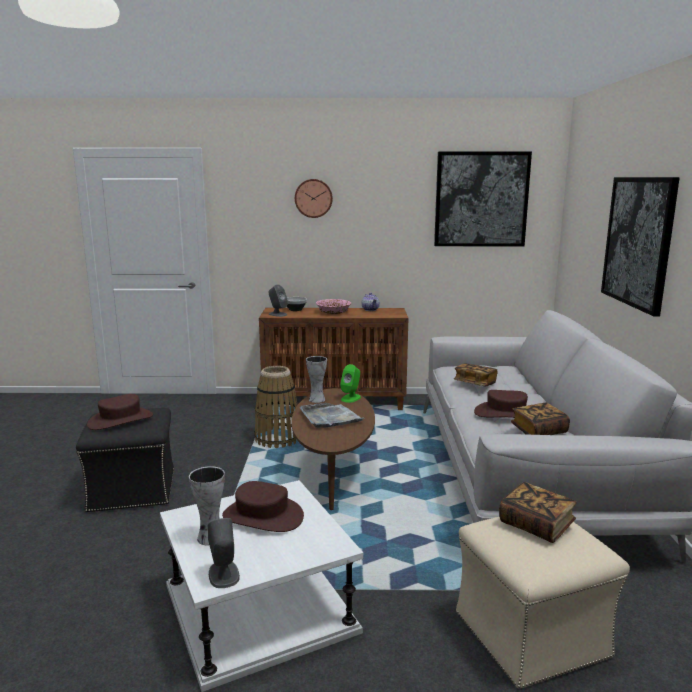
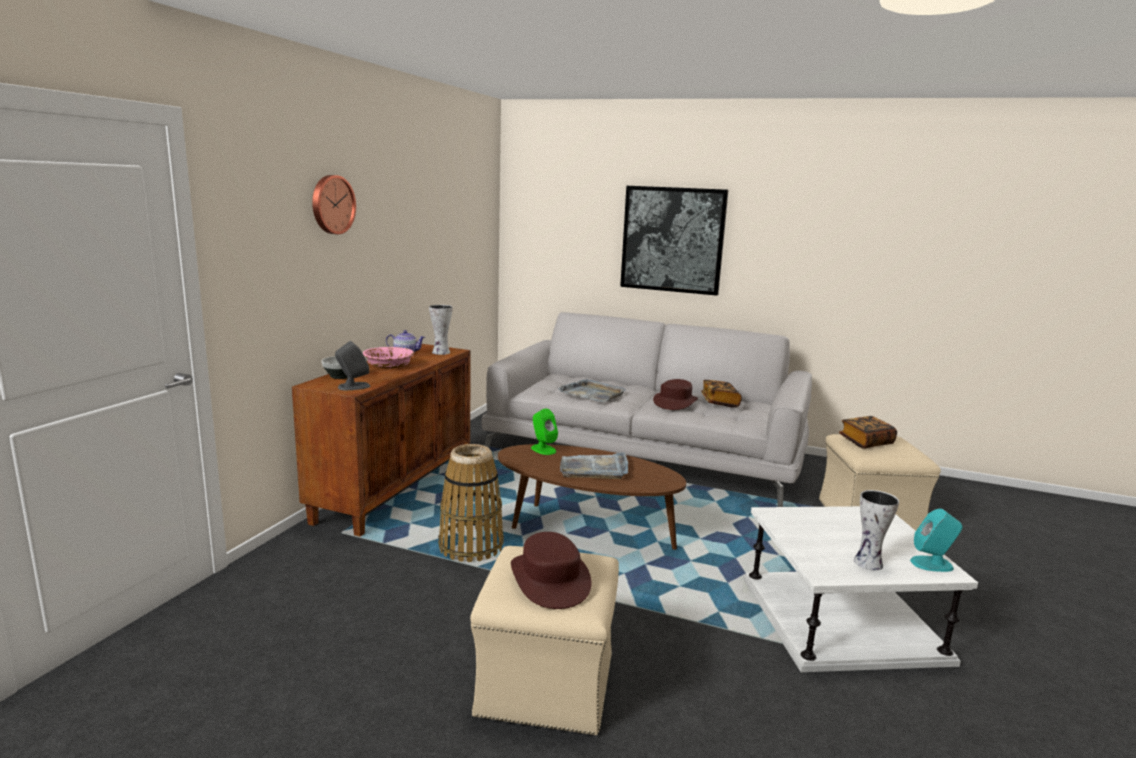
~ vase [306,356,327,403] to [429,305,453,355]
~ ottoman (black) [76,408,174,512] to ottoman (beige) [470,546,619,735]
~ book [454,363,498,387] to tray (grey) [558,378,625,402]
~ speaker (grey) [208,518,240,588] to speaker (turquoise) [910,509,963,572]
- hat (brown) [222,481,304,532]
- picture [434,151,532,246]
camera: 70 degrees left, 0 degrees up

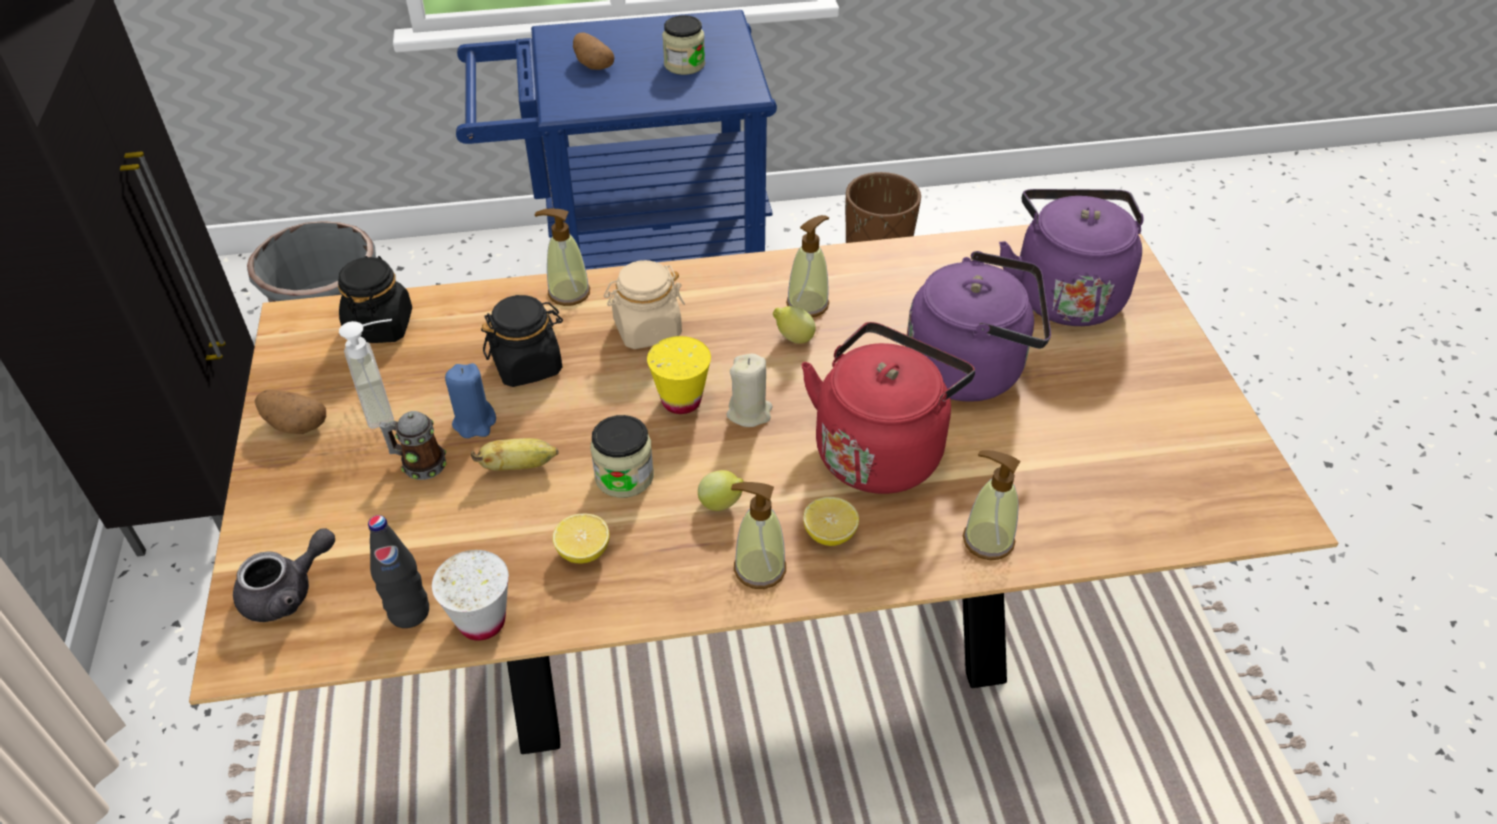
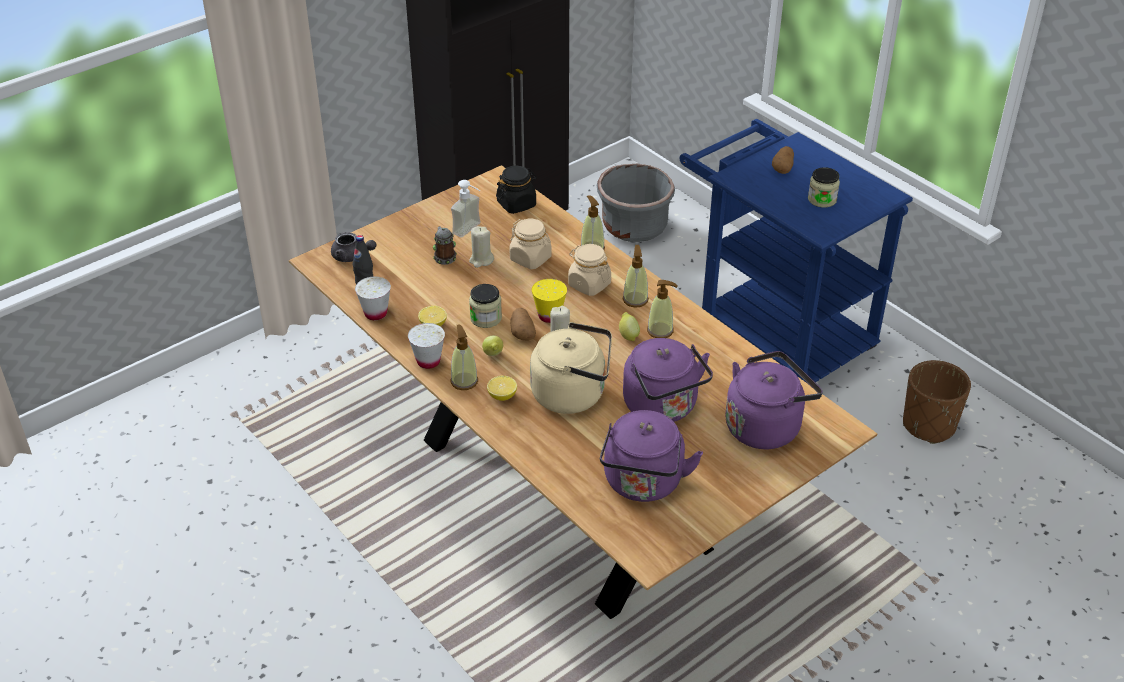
+ cup (white) [408,323,445,369]
~ candle (blue) [445,363,496,438] to candle (beige) [469,226,494,268]
~ jar (black) [481,295,563,387] to jar (beige) [509,219,552,269]
~ potato [255,389,326,434] to [510,308,536,341]
~ kettle (red) [801,322,975,494] to kettle (beige) [530,322,612,414]
+ kettle (purple) [600,410,703,502]
~ soap dispenser [963,450,1020,560] to [622,245,649,308]
- banana [471,438,559,471]
camera: 60 degrees right, 5 degrees down

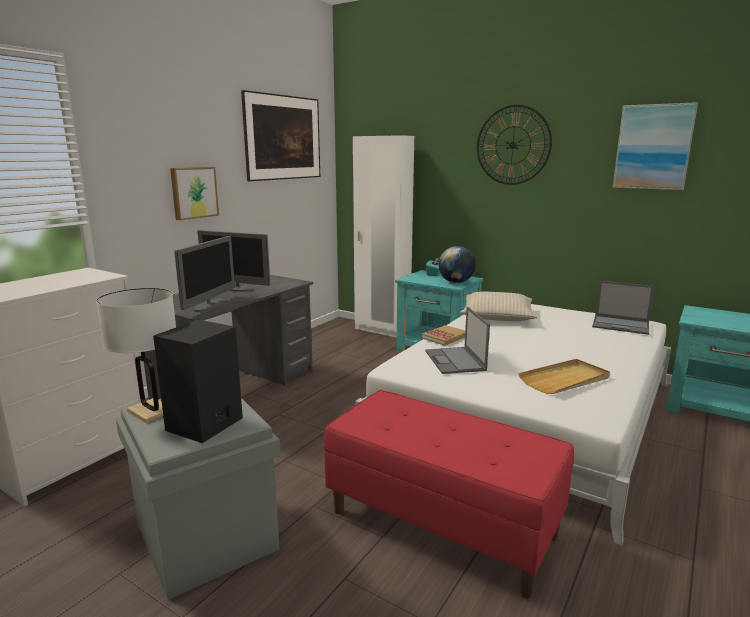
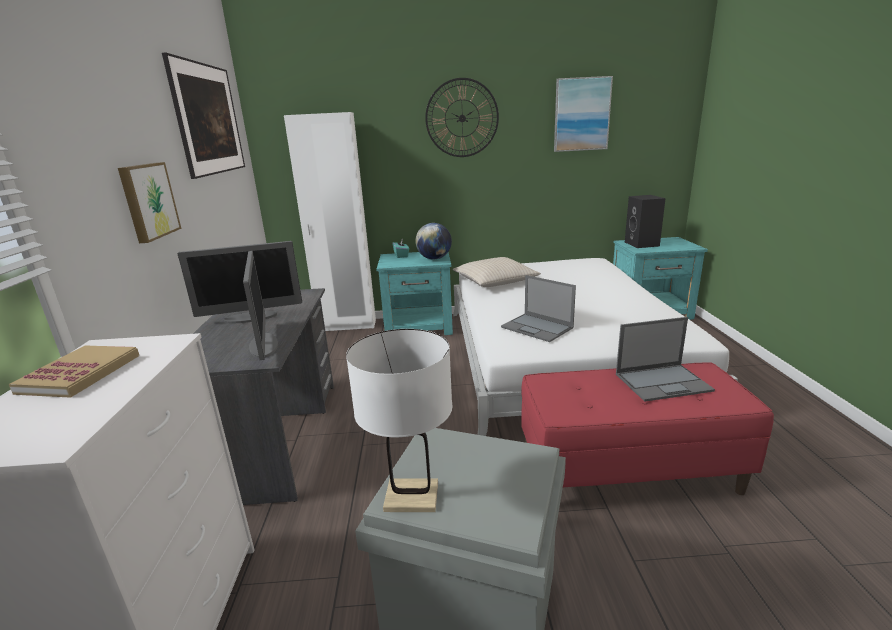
~ book [422,325,465,346] to [9,345,139,398]
~ laptop [592,281,655,335] to [616,317,715,402]
~ speaker (black) [153,319,243,443] to [625,195,666,248]
- tray (beige) [518,359,610,394]
camera: 35 degrees left, 5 degrees up

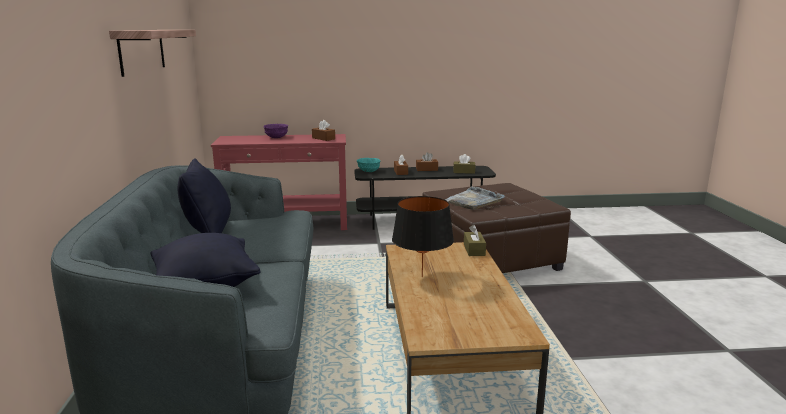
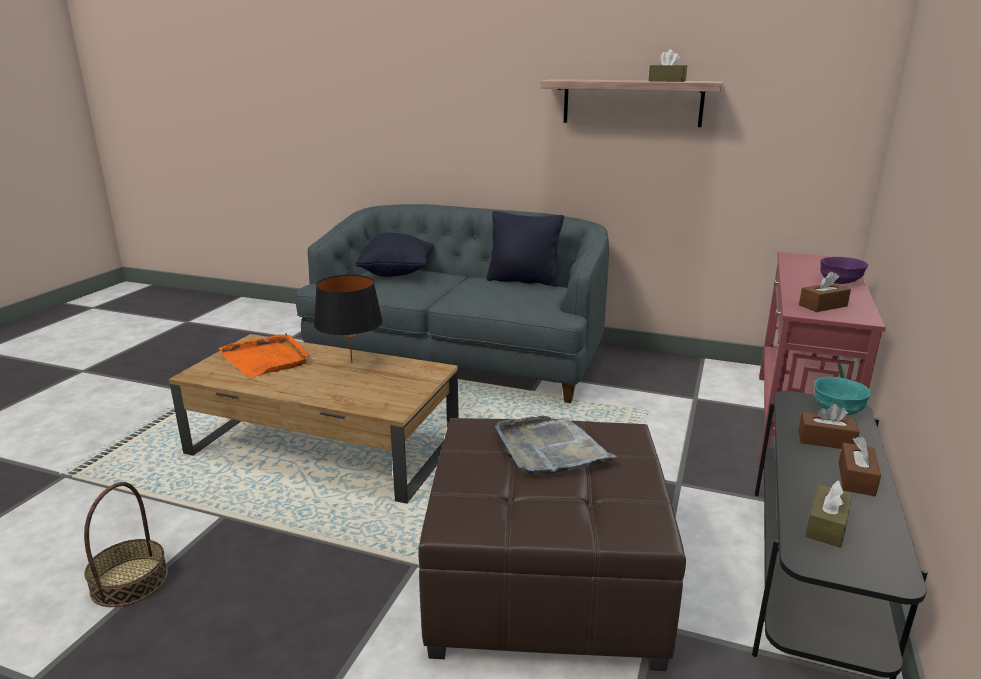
+ basket [84,482,168,607]
+ tray (orange) [219,333,310,377]
~ tissue box (brown) [464,224,486,256] to [648,49,687,82]
camera: 115 degrees right, 5 degrees up

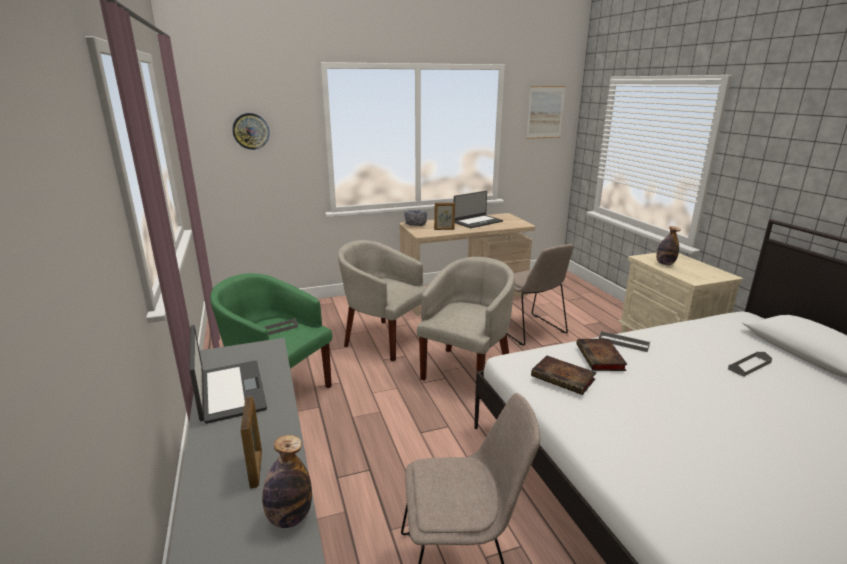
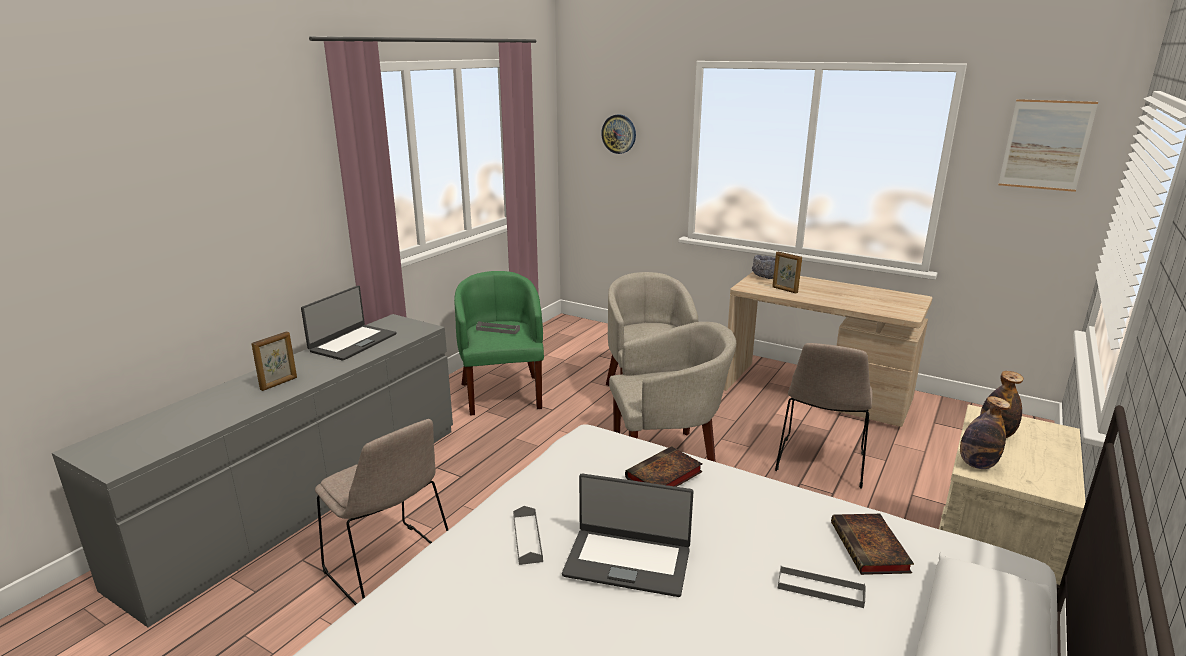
~ tray (grey) [599,331,650,352] to [513,506,543,565]
~ laptop [454,191,503,228] to [562,473,694,597]
~ book [531,356,597,395] to [831,514,914,575]
~ bottle [262,435,312,528] to [960,396,1010,469]
camera: 50 degrees right, 0 degrees up

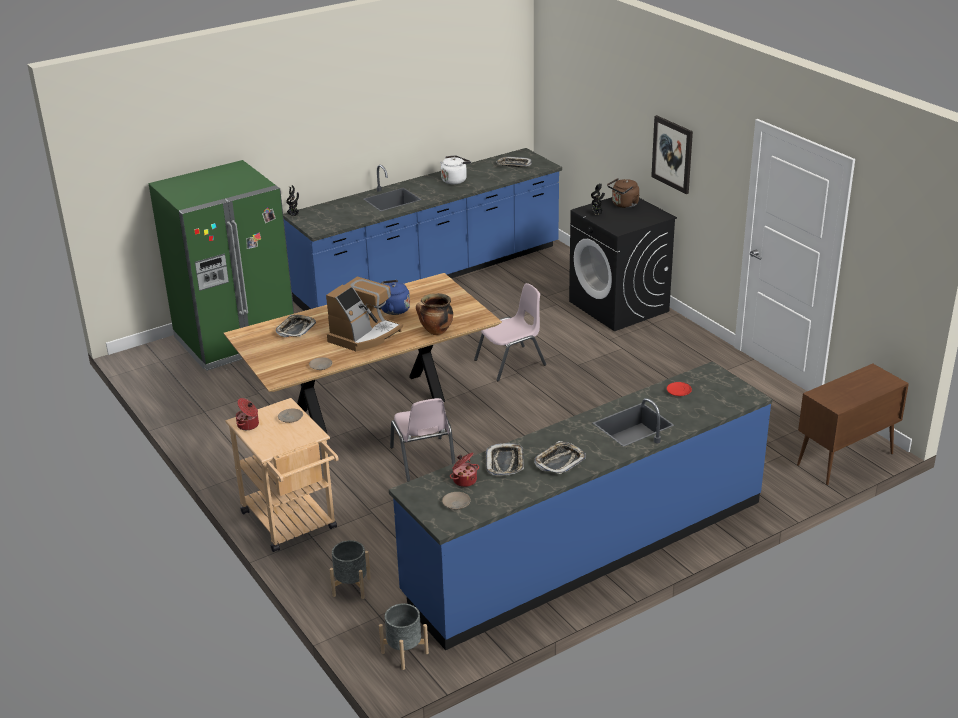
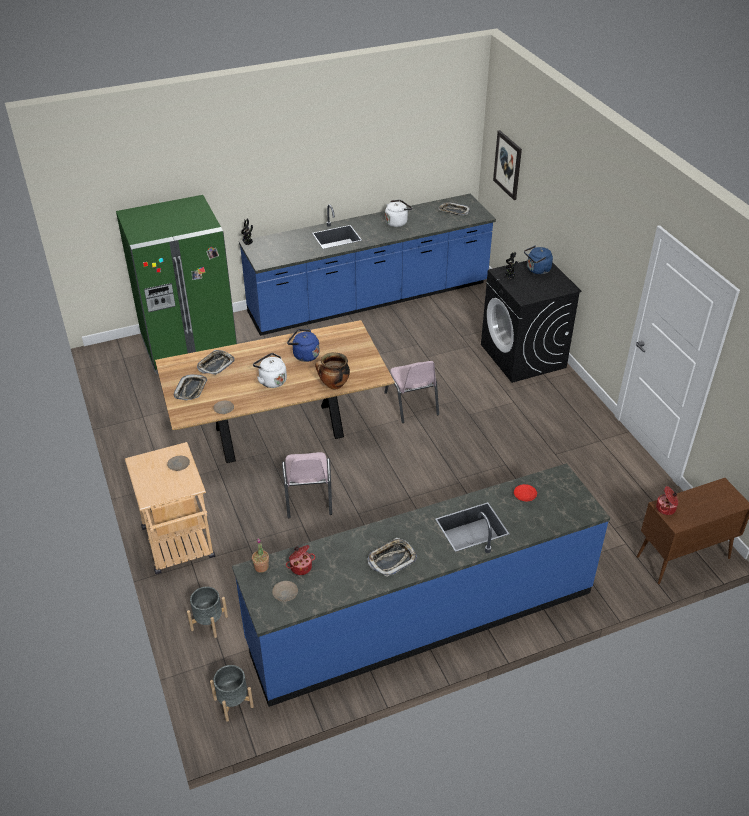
~ tray [486,443,524,475] to [174,374,207,400]
+ potted plant [252,539,269,573]
~ coffee machine [326,277,403,351] to kettle (white) [253,353,287,388]
~ chair (pink) [474,283,546,381] = [384,361,439,423] 90 degrees clockwise
~ picture [651,115,693,194] to [493,130,522,200]
~ kettle (brown) [607,178,639,208] to kettle (blue) [524,245,553,275]
~ cooking pot [236,398,259,430] to [656,486,678,515]
camera: 10 degrees right, 10 degrees up

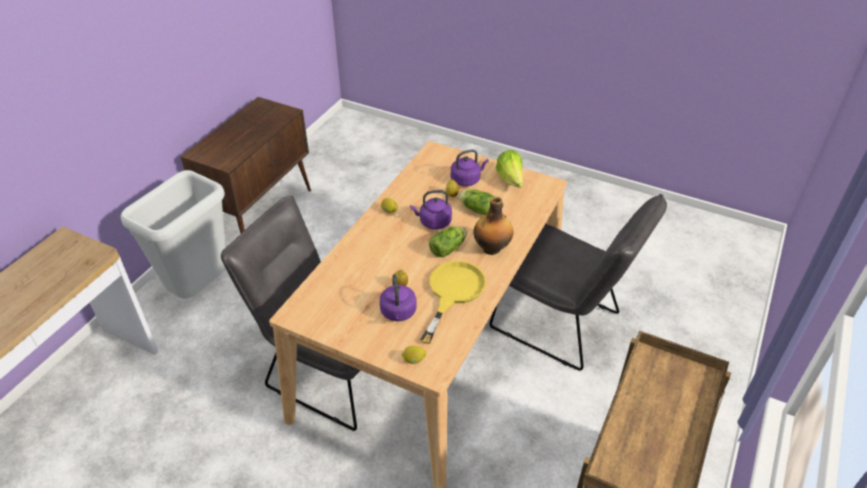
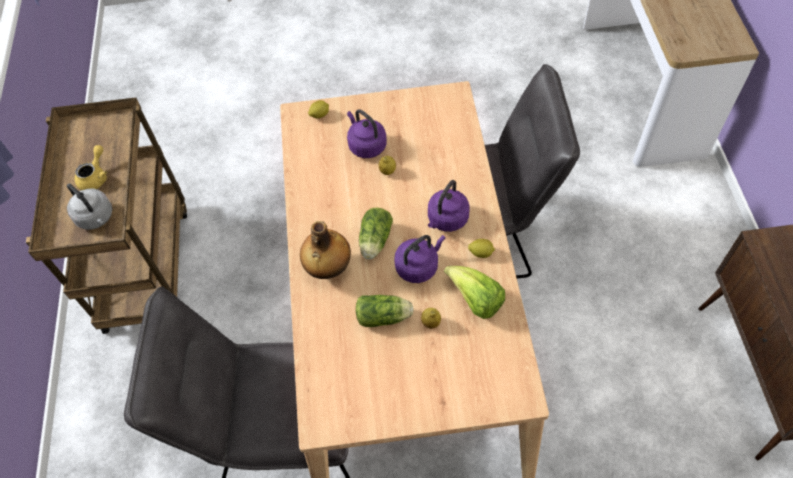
+ kettle (grey) [67,183,112,230]
+ teapot (yellow) [75,145,107,190]
~ kettle (purple) [451,149,489,186] to [428,180,470,232]
~ lettuce [496,150,523,187] to [444,266,505,319]
- trash can (grey) [120,170,226,298]
- frying pan (yellow) [420,261,486,344]
camera: 150 degrees right, 15 degrees up

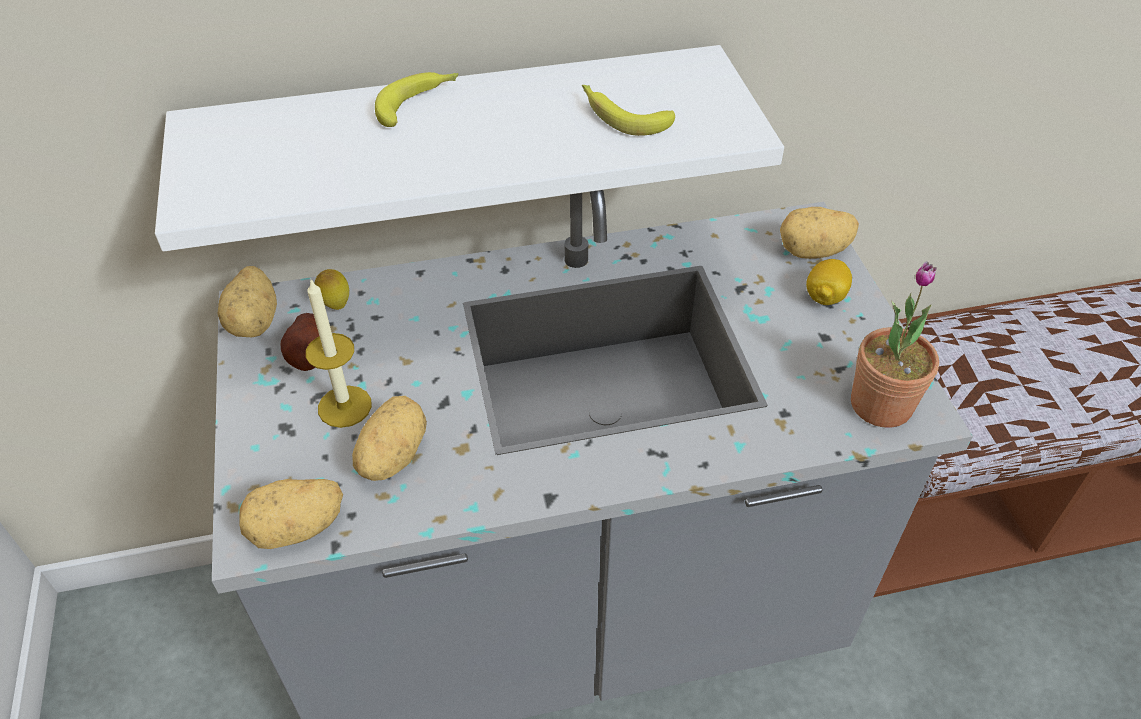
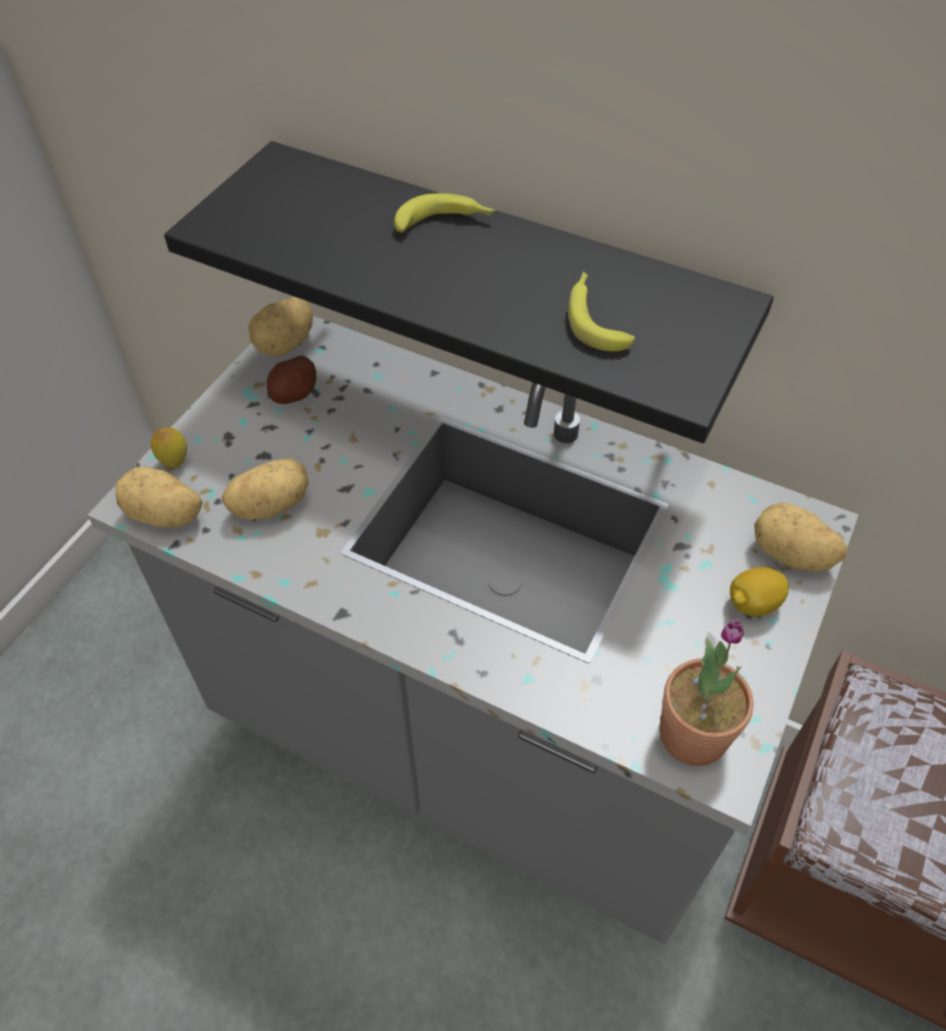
~ lemon [314,269,349,310] to [151,427,187,468]
~ shelf (white) [155,45,784,252] to shelf (black) [164,141,774,443]
- candle [306,280,372,428]
camera: 40 degrees right, 5 degrees up

